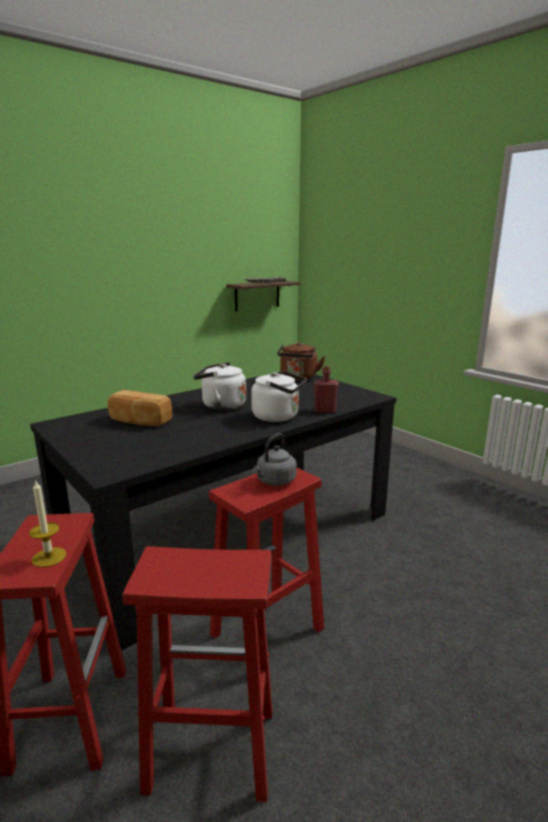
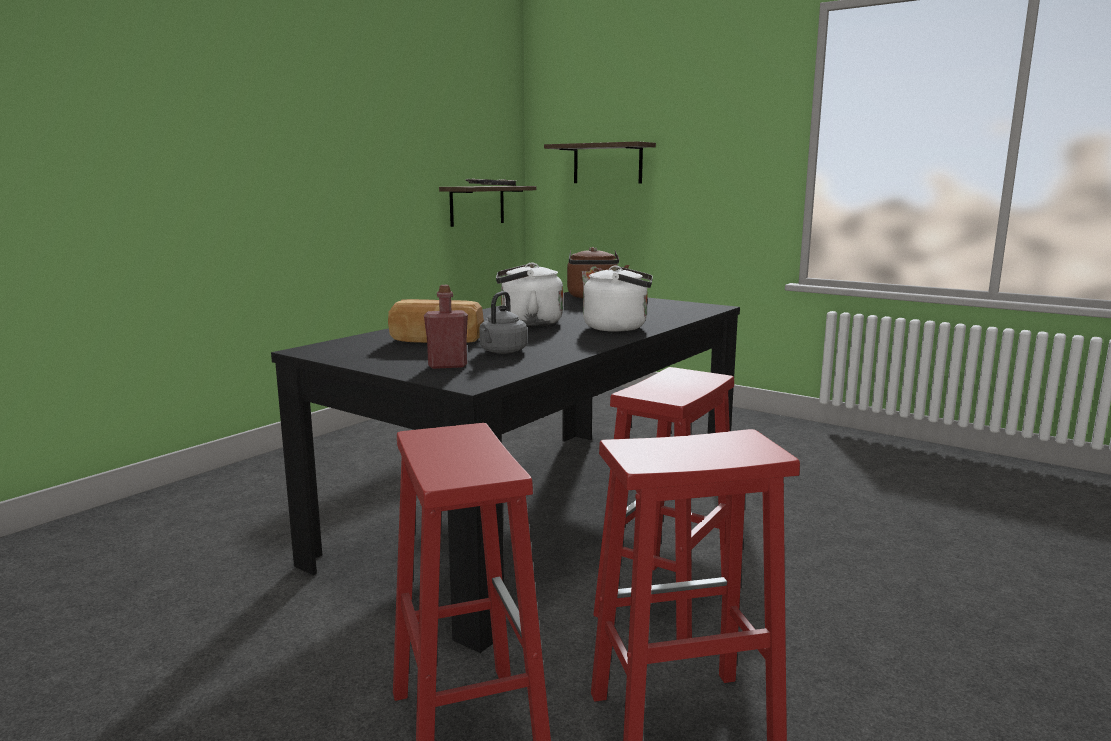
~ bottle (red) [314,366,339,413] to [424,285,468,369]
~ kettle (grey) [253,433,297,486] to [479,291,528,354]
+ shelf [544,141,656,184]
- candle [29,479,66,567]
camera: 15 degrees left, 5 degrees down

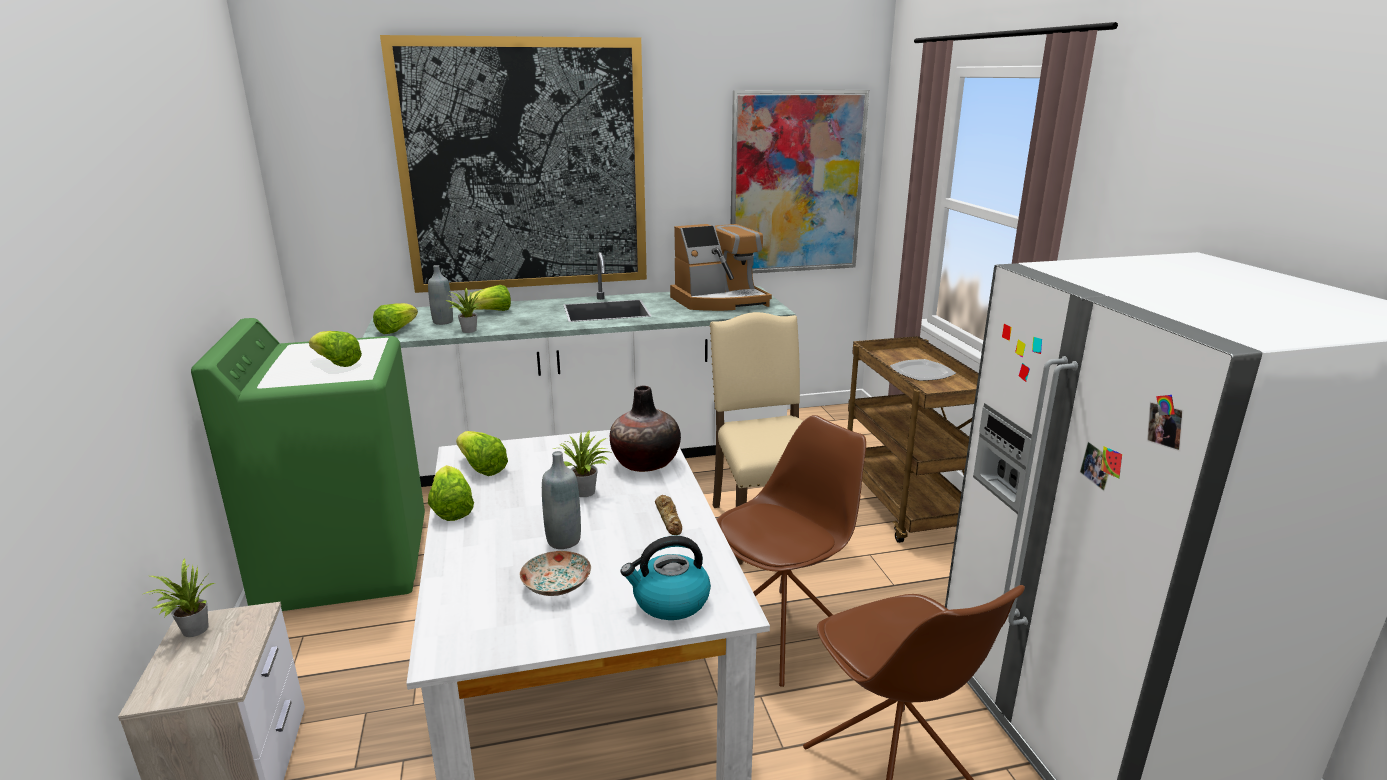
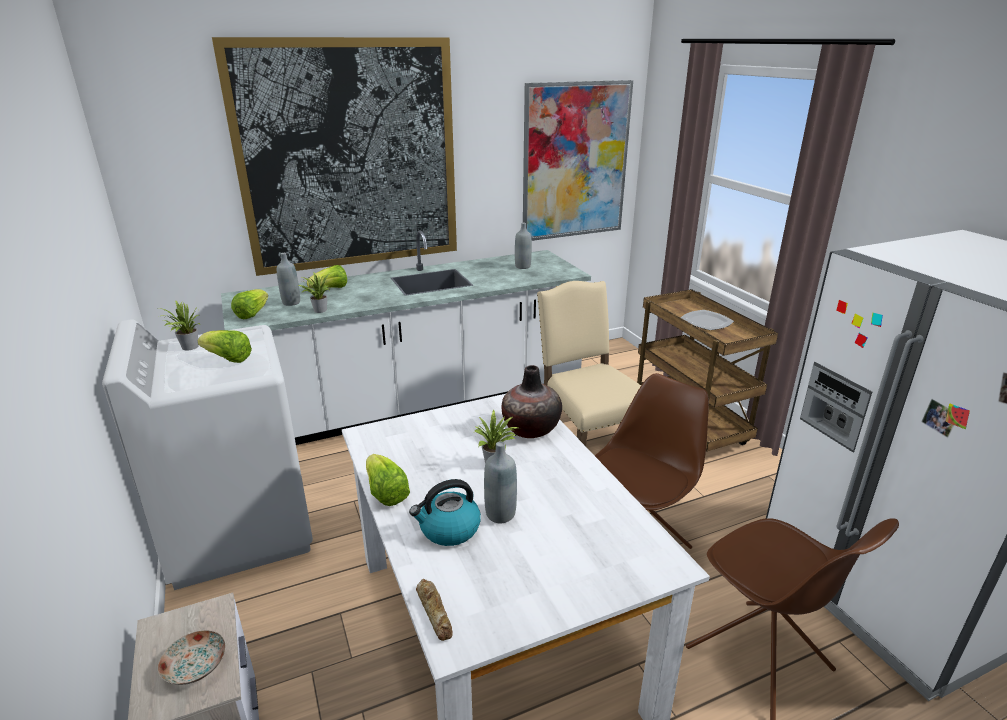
~ washing machine (green) [191,318,425,611] to washing machine (white) [102,319,313,590]
~ potted plant [144,558,216,637] to [156,300,200,350]
~ plate [520,551,591,596] to [158,630,226,685]
~ kettle [621,536,711,620] to [409,479,481,546]
~ bread [655,495,682,535] to [416,579,453,641]
~ coffee machine [670,224,772,311] to bottle (grey) [515,223,532,269]
- lettuce [456,431,508,476]
camera: 10 degrees left, 5 degrees up

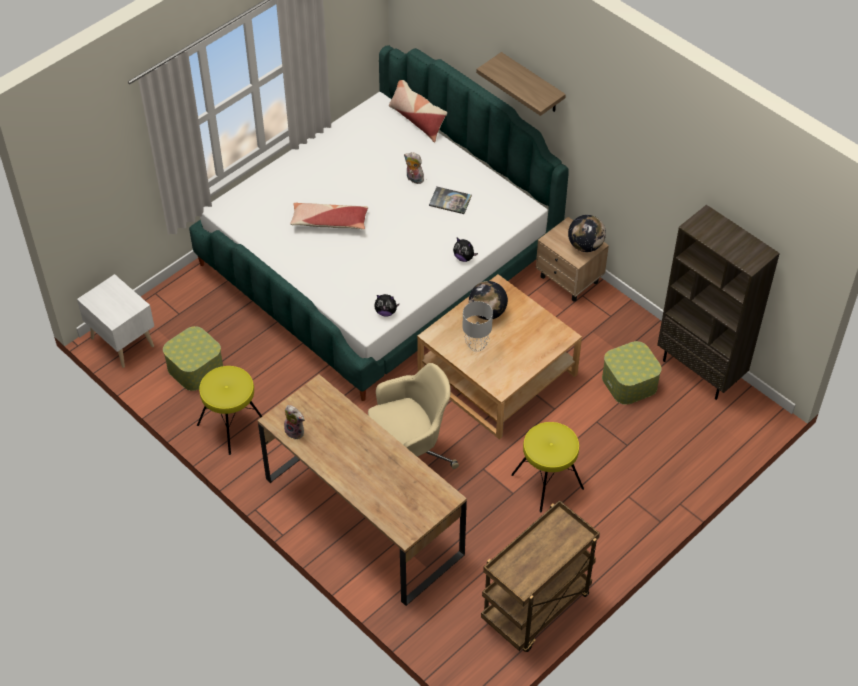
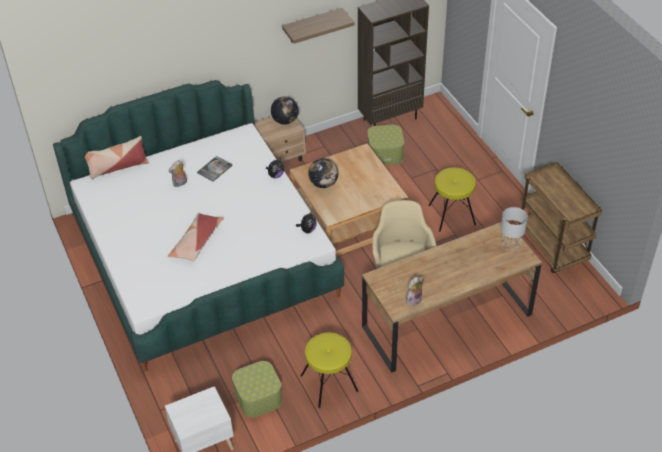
~ shelf [476,52,566,116] to [282,8,354,44]
~ table lamp (grey) [462,301,493,352] to [501,207,528,251]
camera: 70 degrees left, 5 degrees down

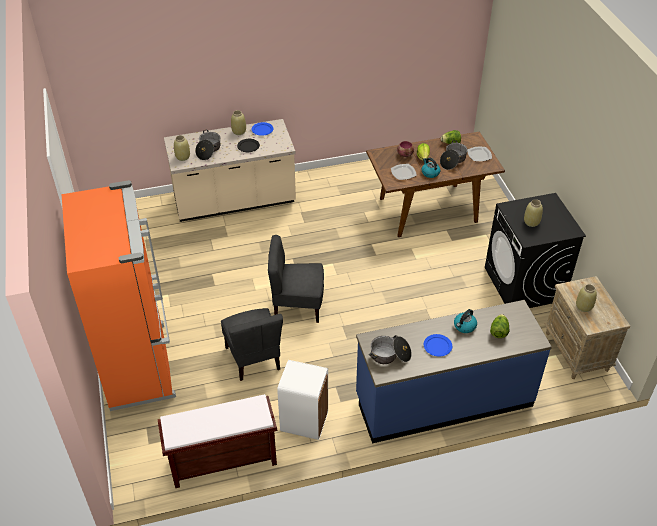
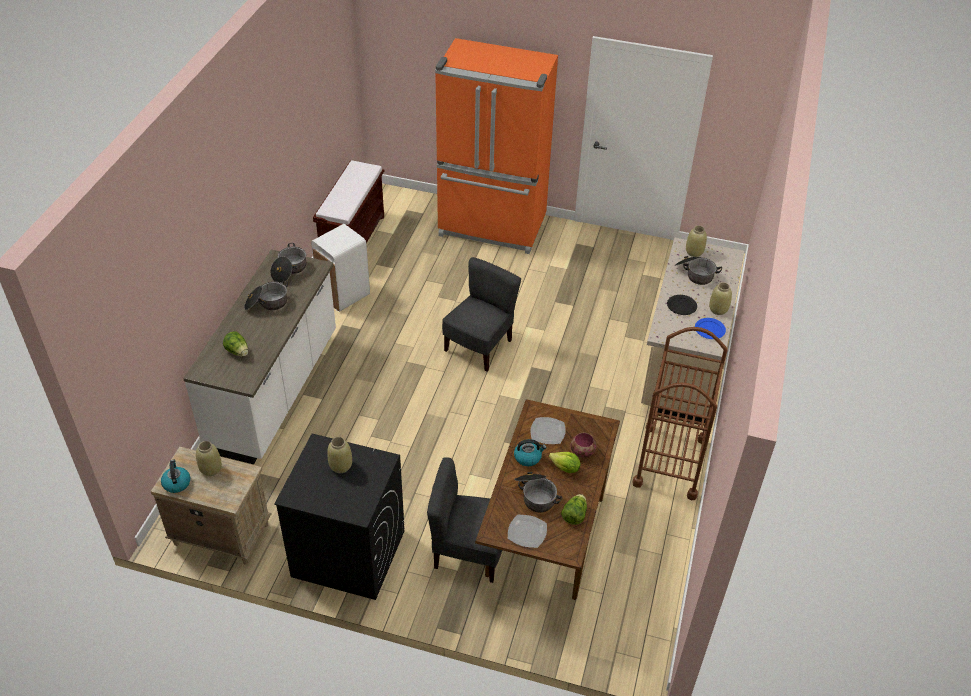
~ kettle [454,309,477,333] to [161,460,190,493]
~ counter (blue) [356,300,552,443] to counter (white) [183,249,336,464]
~ plate (blue) [424,334,452,357] to cooking pot [244,280,288,310]
~ chair (grey) [221,308,283,381] to [427,457,502,583]
+ cart (brown) [632,327,728,500]
camera: 120 degrees right, 0 degrees up

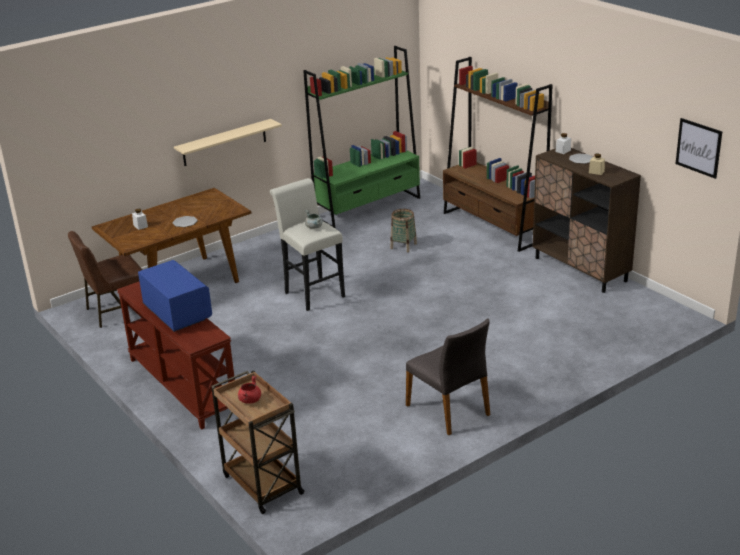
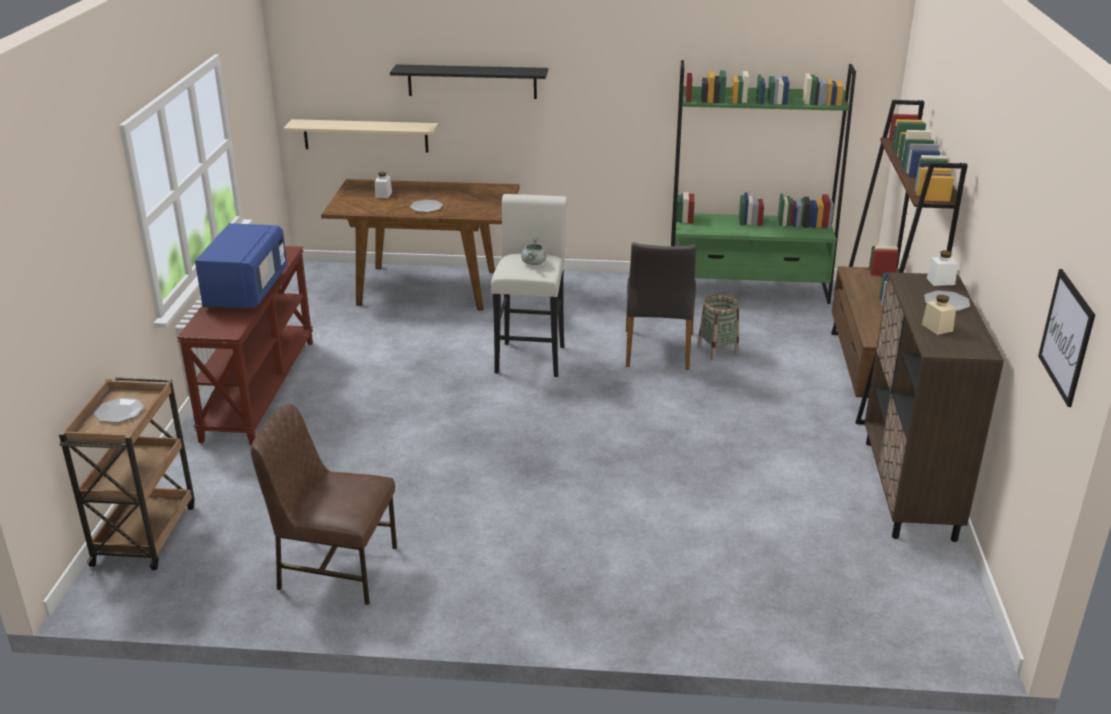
~ cooking pot (red) [238,376,261,404] to plate [94,398,145,423]
~ chair (brown) [68,231,142,328] to [251,404,397,605]
~ shelf (beige) [174,119,282,166] to [284,119,438,153]
+ shelf (black) [390,65,548,99]
~ chair (grey) [406,319,490,435] to [626,243,696,370]
camera: 40 degrees right, 0 degrees up

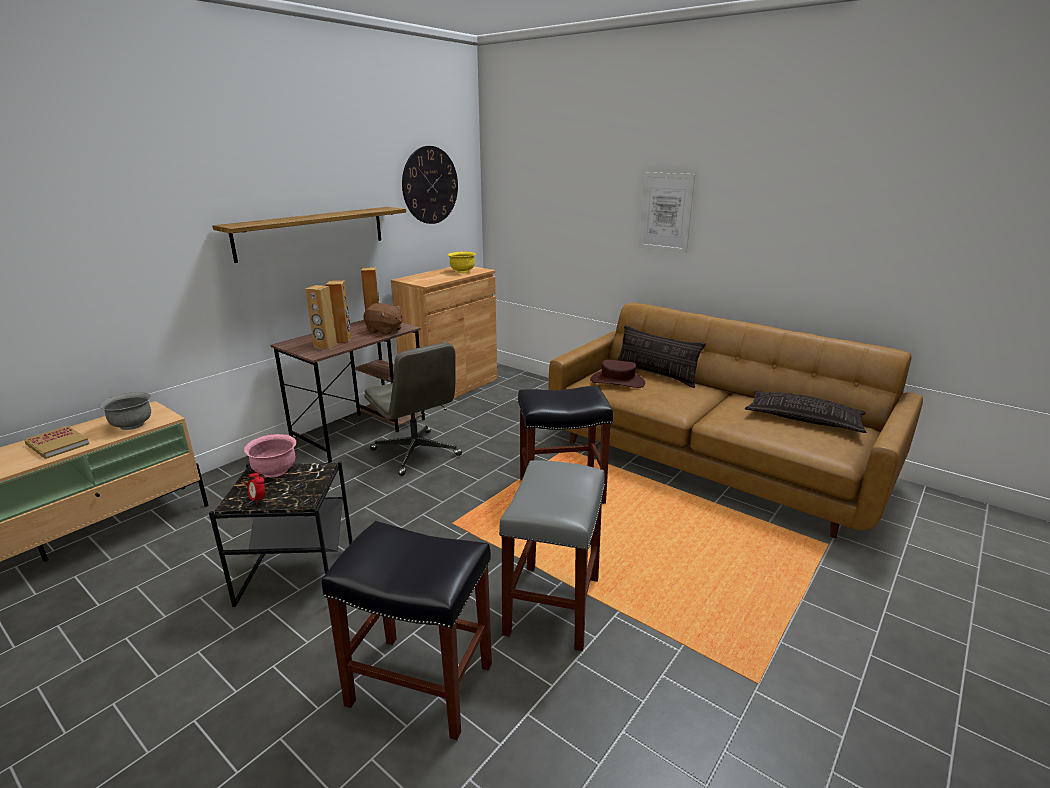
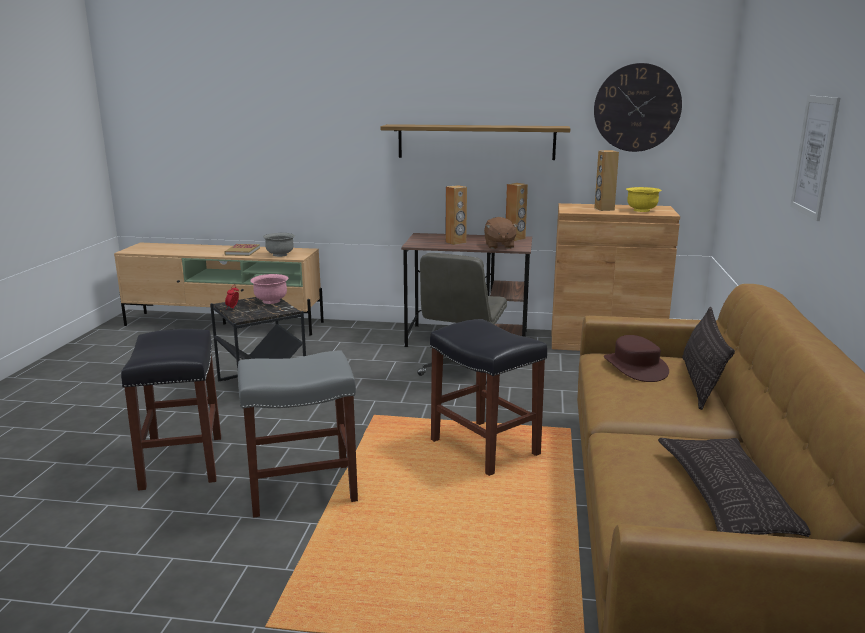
~ speaker (brown) [305,285,337,350] to [594,150,619,211]
camera: 60 degrees right, 5 degrees down

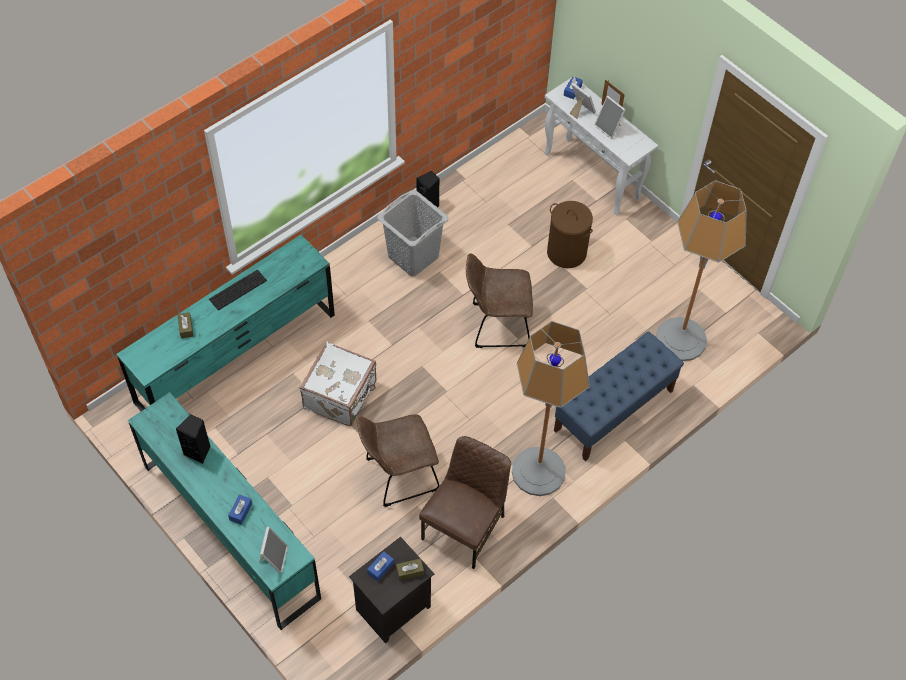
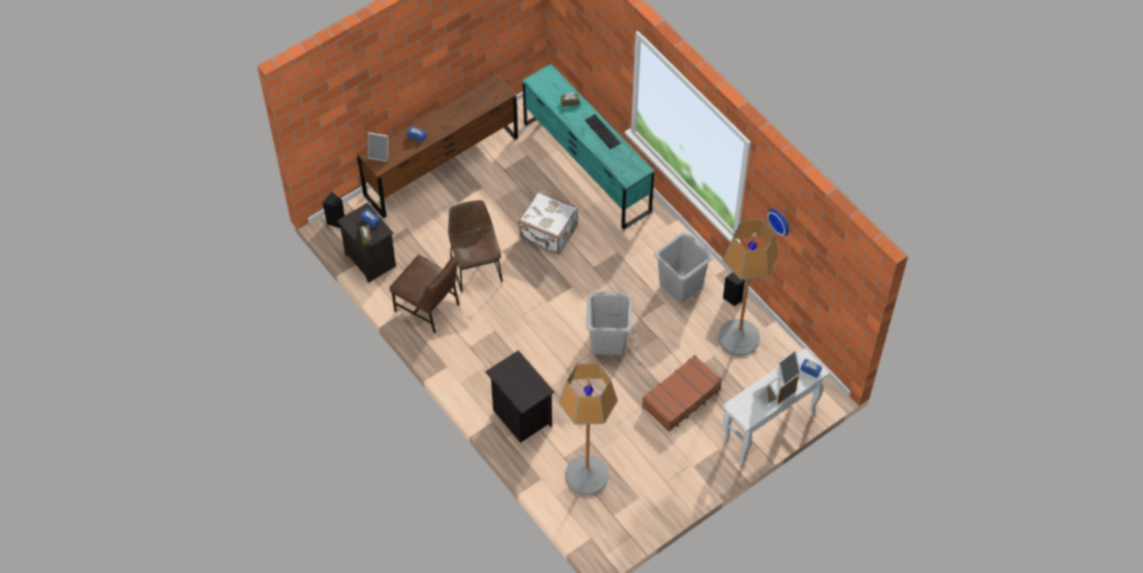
~ speaker (black) [176,414,211,464] to [323,192,345,228]
~ dresser (turquoise) [128,392,321,630] to dresser (brown) [357,73,518,218]
~ bench (blue) [554,331,684,461] to nightstand (black) [485,350,554,443]
~ chair (brown) [466,253,533,348] to laundry basket (grey) [586,291,632,355]
~ laundry basket (brown) [547,201,593,268] to suitcase (brown) [642,355,722,431]
~ floor lamp [512,321,590,496] to [718,219,779,356]
+ wall clock [767,209,789,236]
camera: 95 degrees right, 0 degrees up

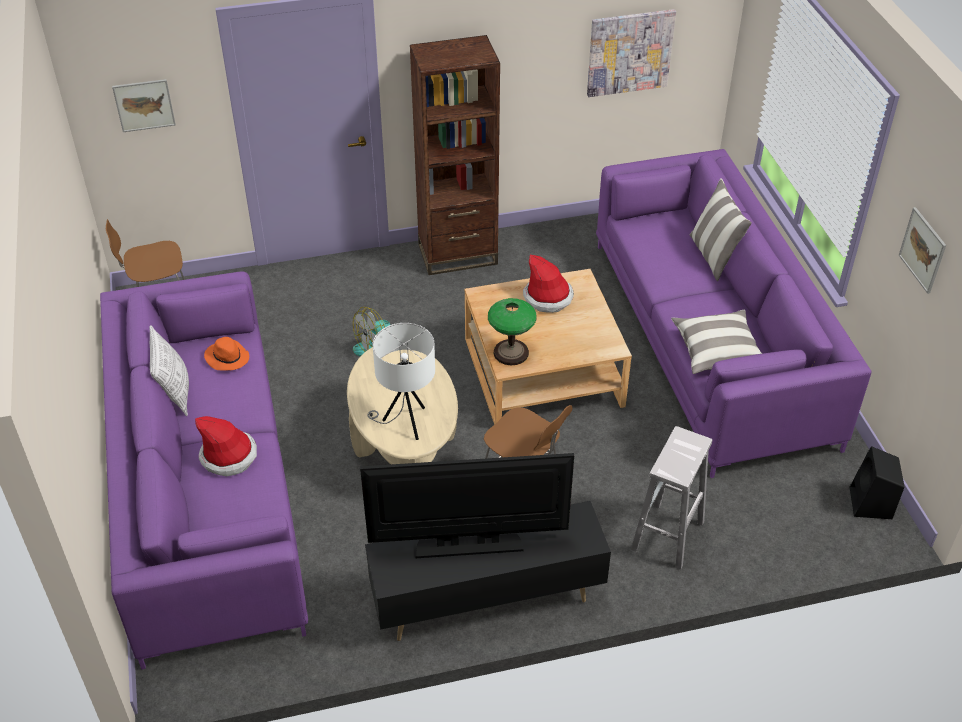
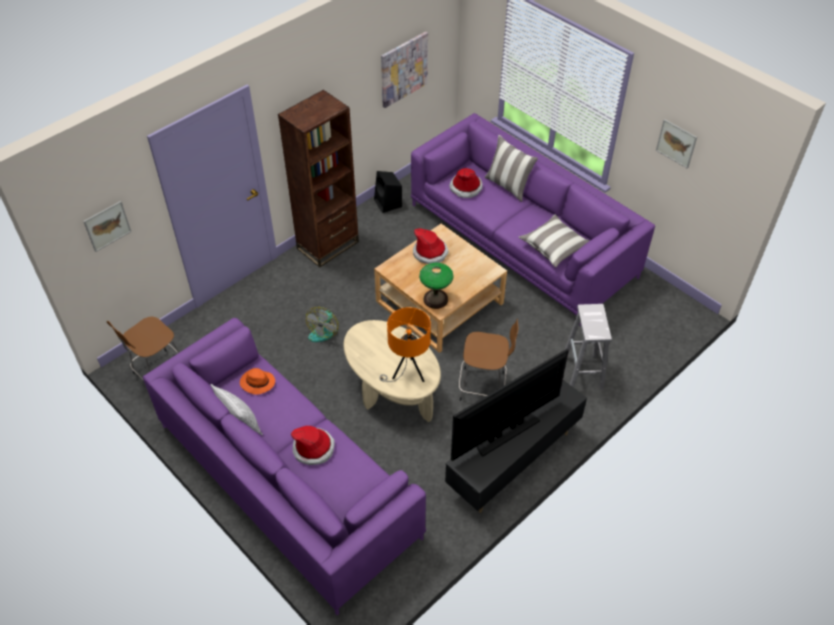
~ speaker (black) [850,446,904,519] to [374,171,402,213]
~ table lamp (white) [367,323,435,440] to table lamp (orange) [380,307,431,382]
+ hat [449,168,483,198]
camera: 30 degrees left, 5 degrees up

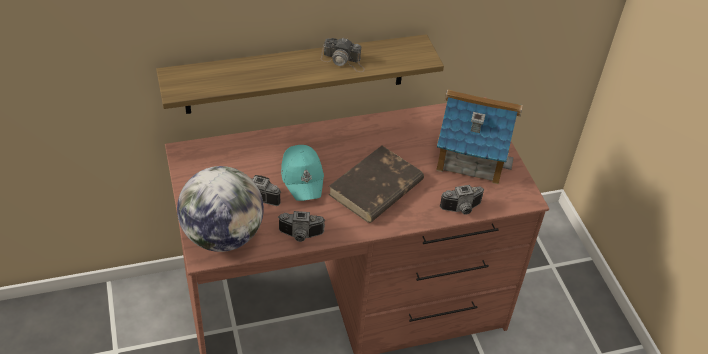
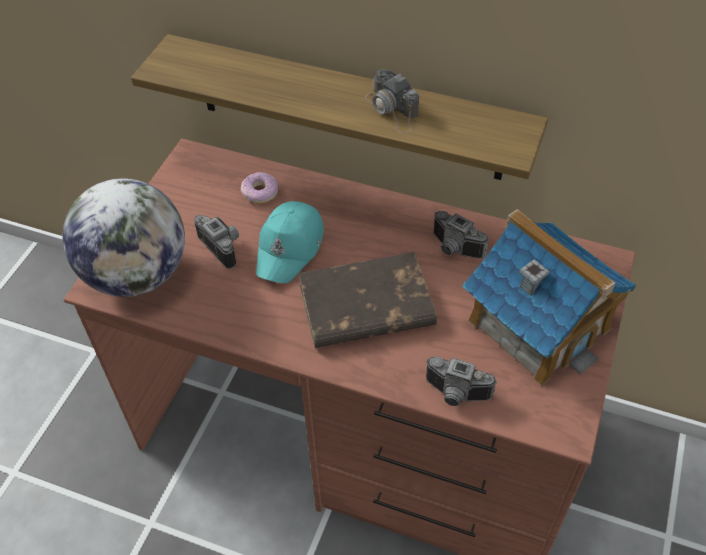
+ donut [241,172,278,203]
~ photo camera [278,211,325,242] to [434,211,489,259]
camera: 40 degrees right, 5 degrees up

